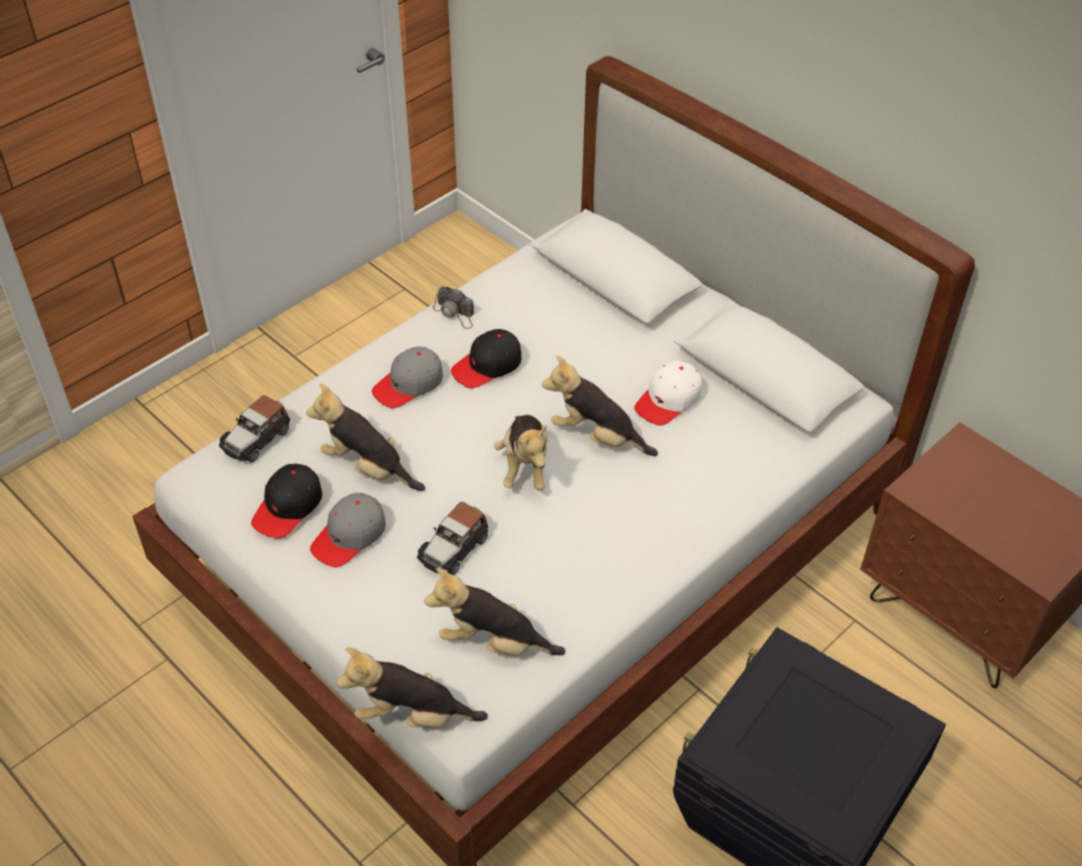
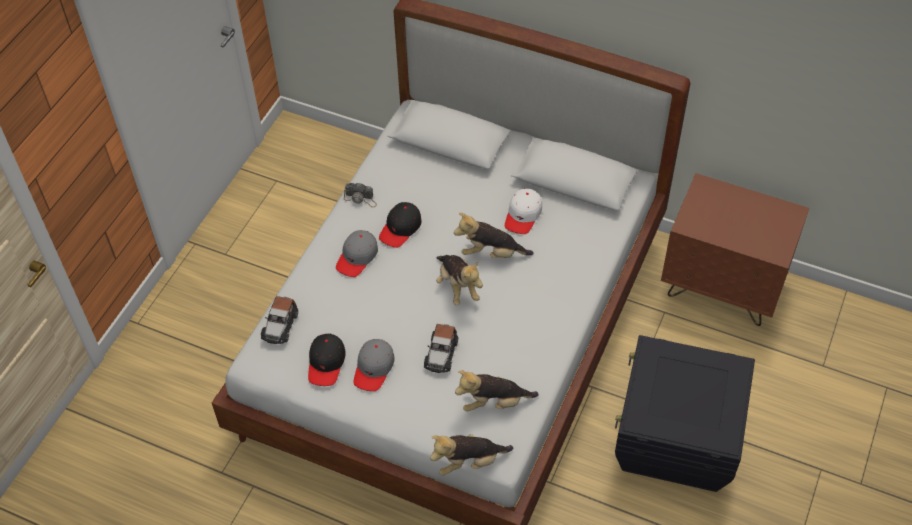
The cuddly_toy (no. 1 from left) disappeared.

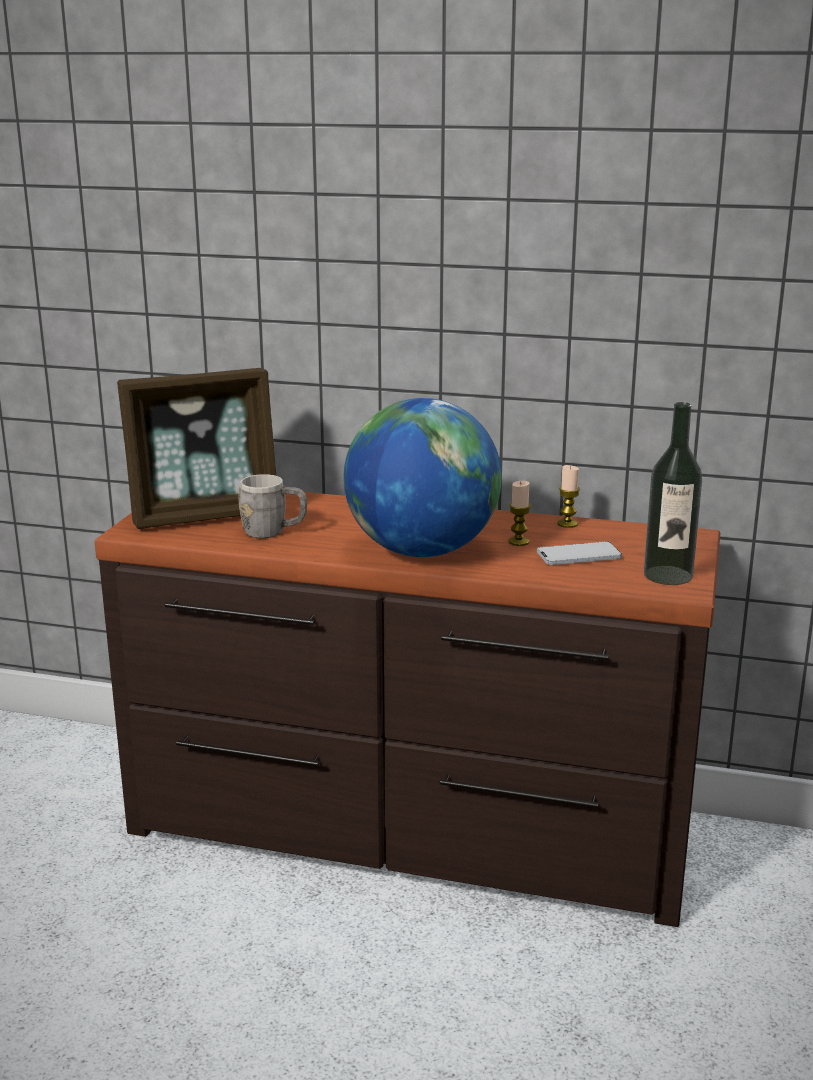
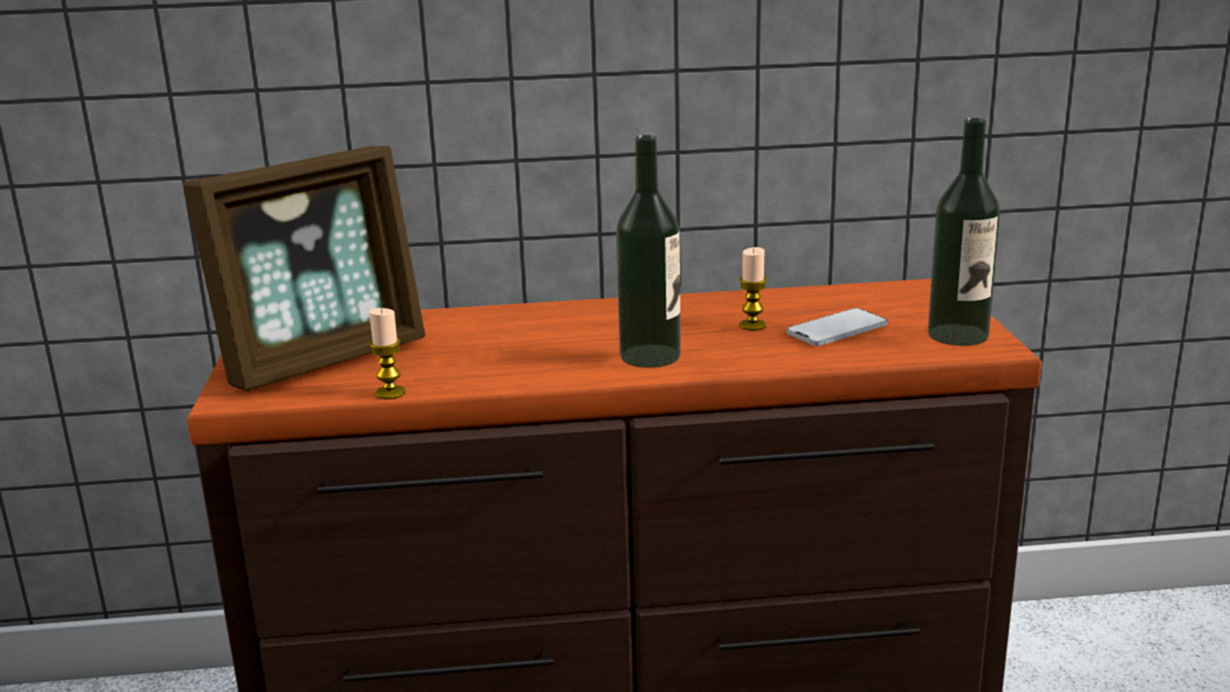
The grey_mug disappeared. The wax_candle (no. 2 from left in the first image) moved. The globe was replaced by the bottle (no. 1 from left).

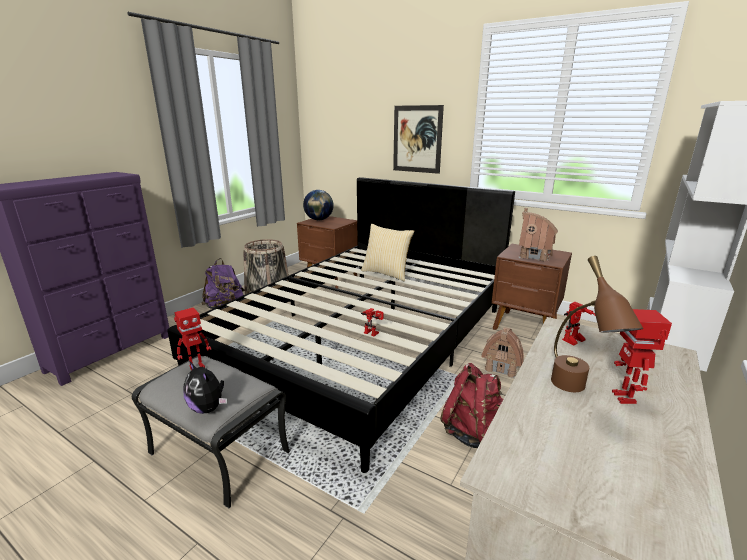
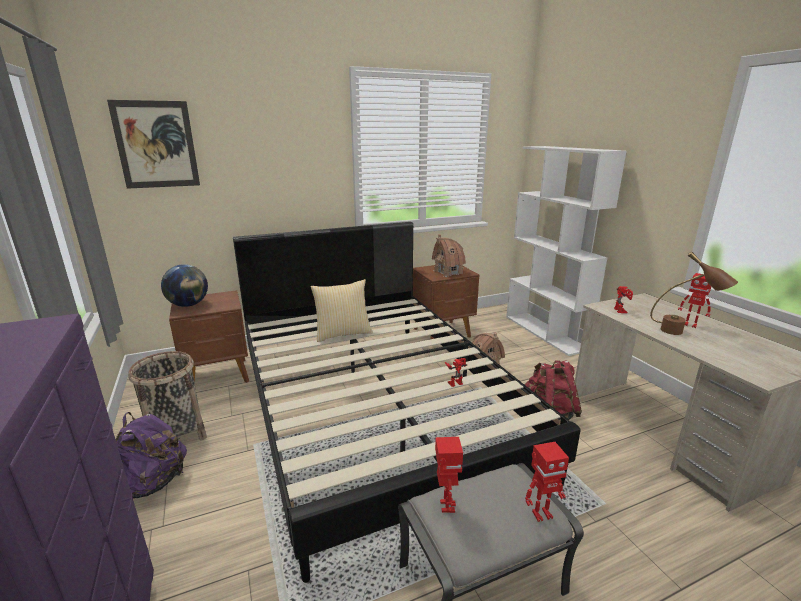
The wall_picture moved. The cuddly_toy was replaced by the robot_figure (no. 3 from left).

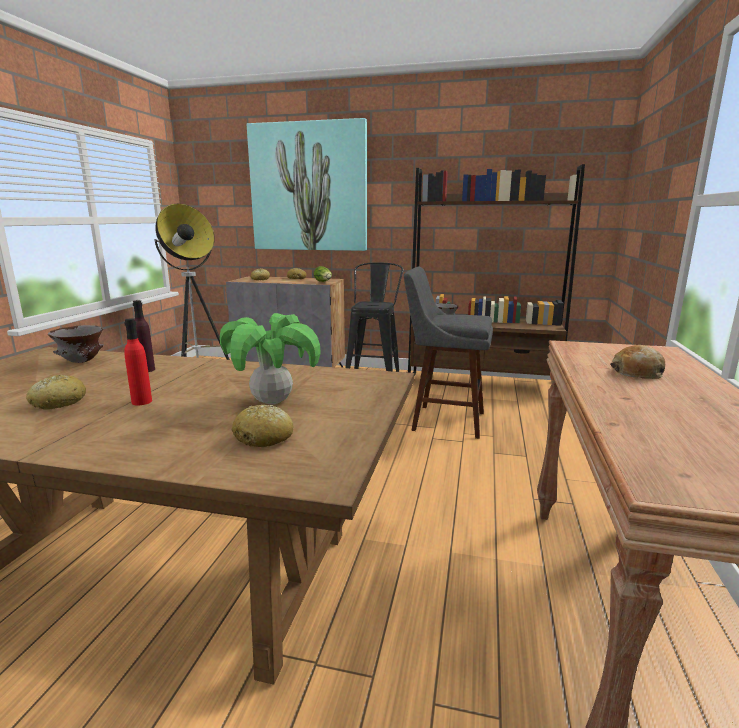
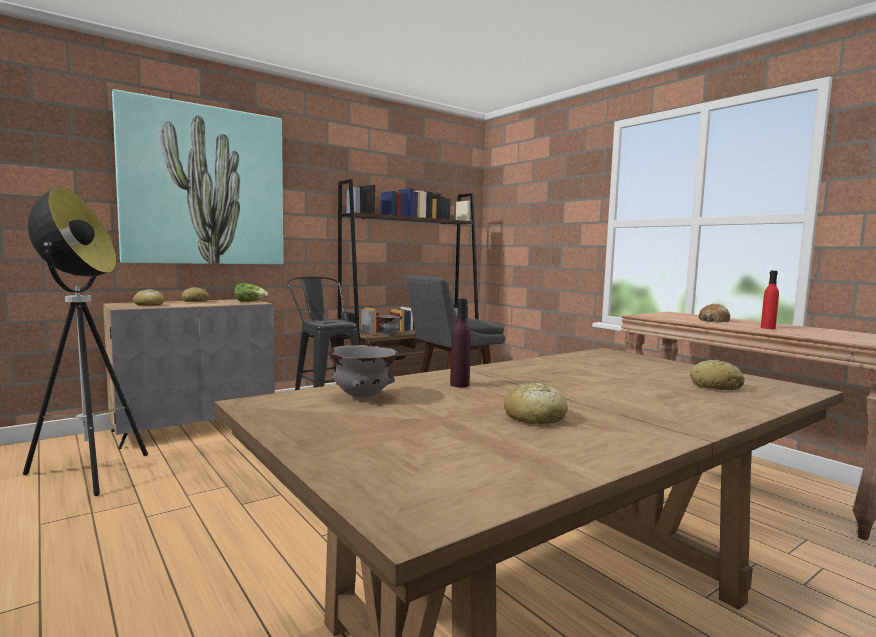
The potted_plant disappeared. The red_bottle moved.

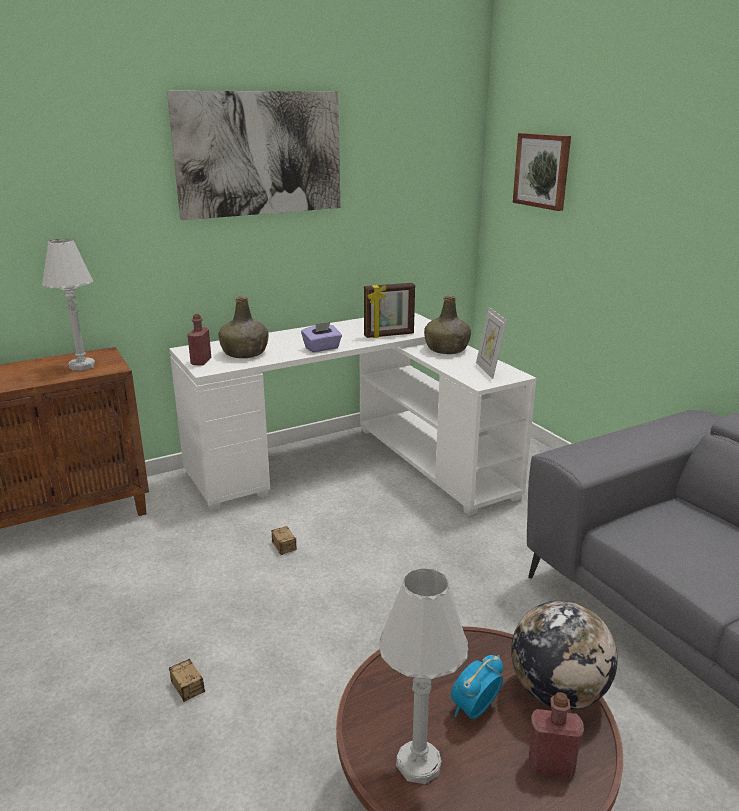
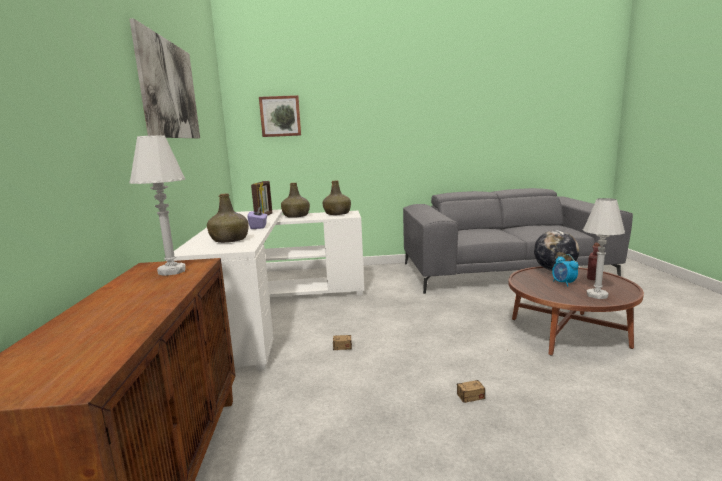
The red_bottle (no. 1 from left) disappeared. The standing_frame (no. 2 from left) was replaced by the greenish_bottle (no. 3 from left).

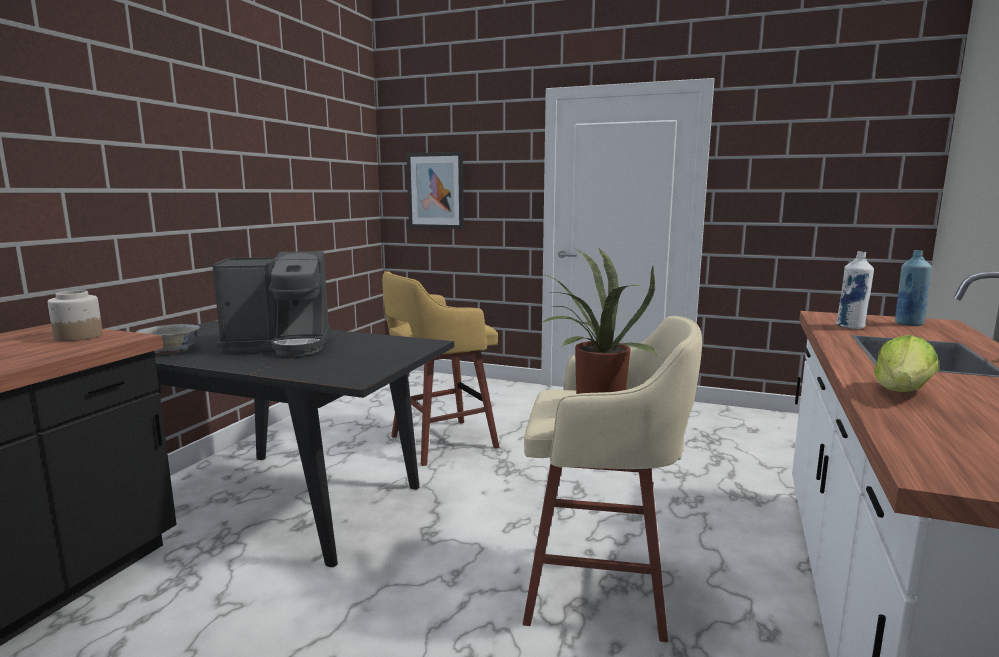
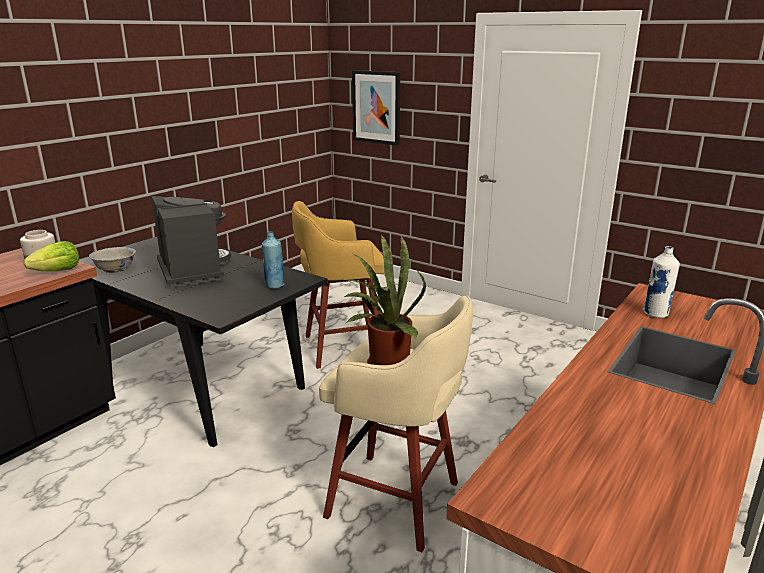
The lettuce moved. The blue_bottle moved. The coffee_machine turned 120 degrees counterclockwise.

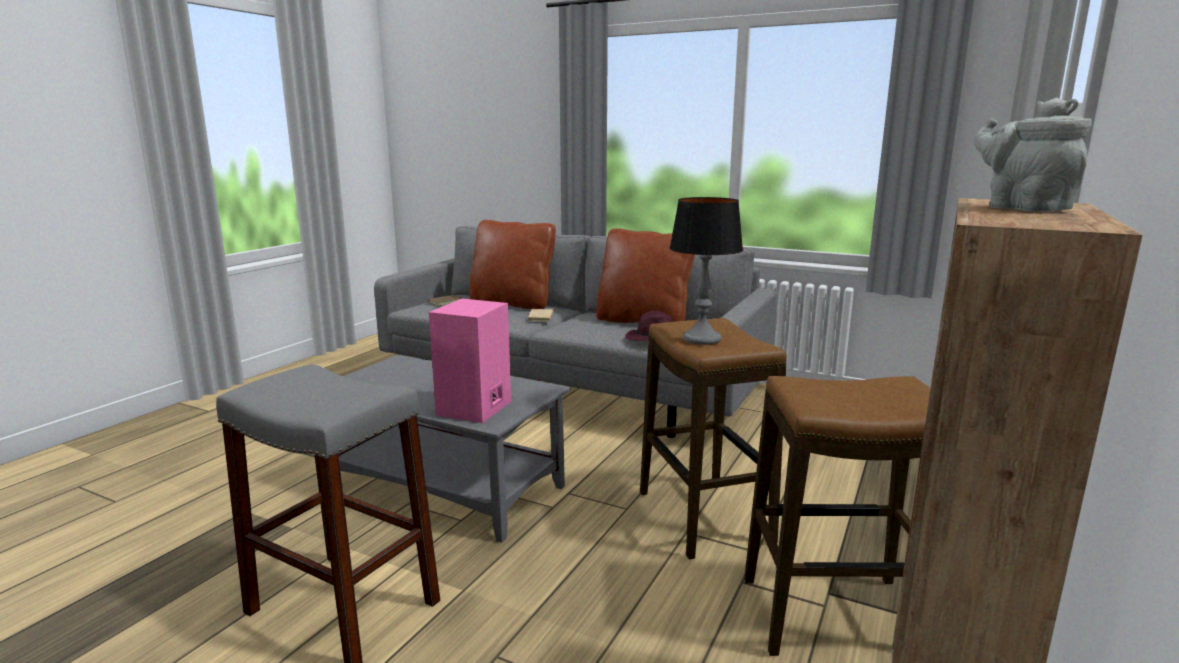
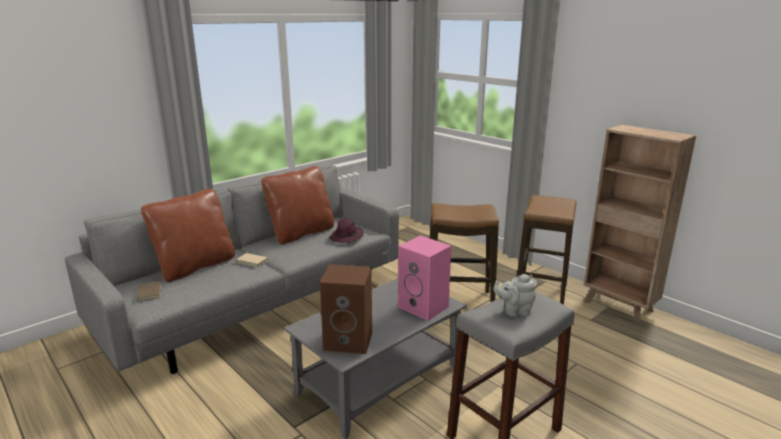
The tabletop_lamp disappeared. The brown-coloured_speaker appeared. The grey_teapot moved.

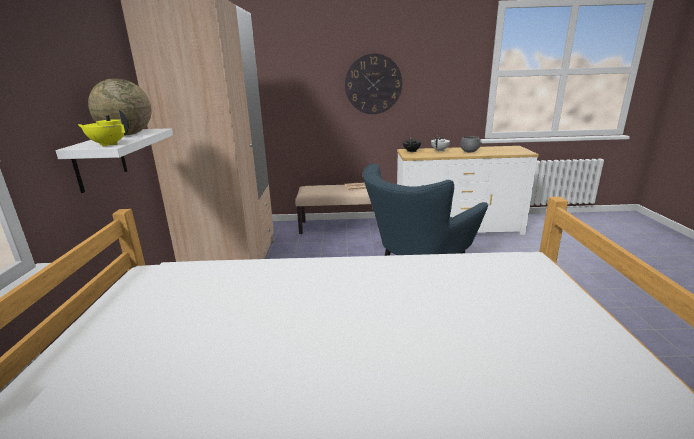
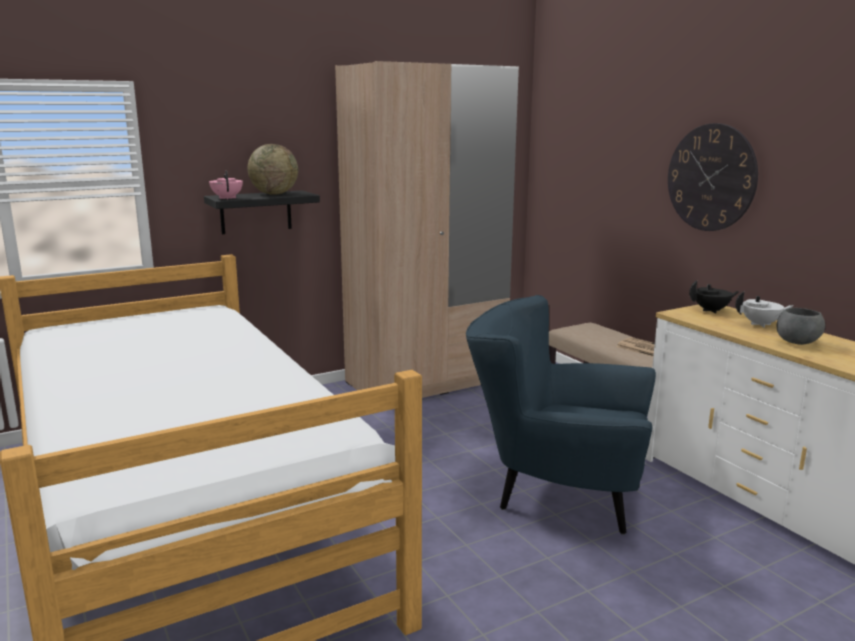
The whitish_shelf became the blackish_shelf. The yellowish_teapot became the pink-coloured_teapot.

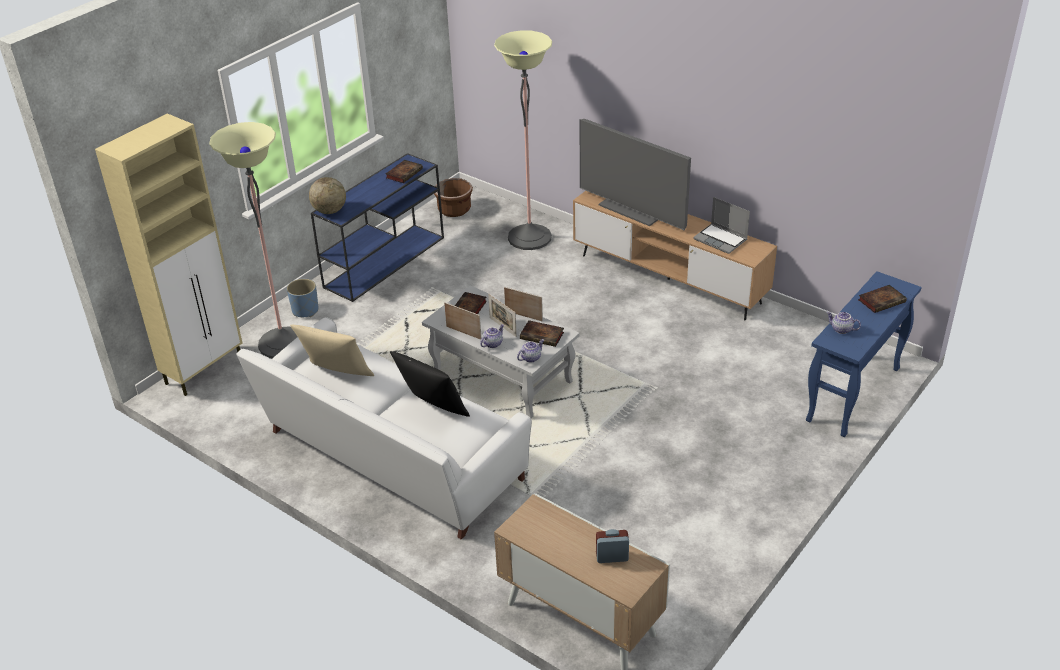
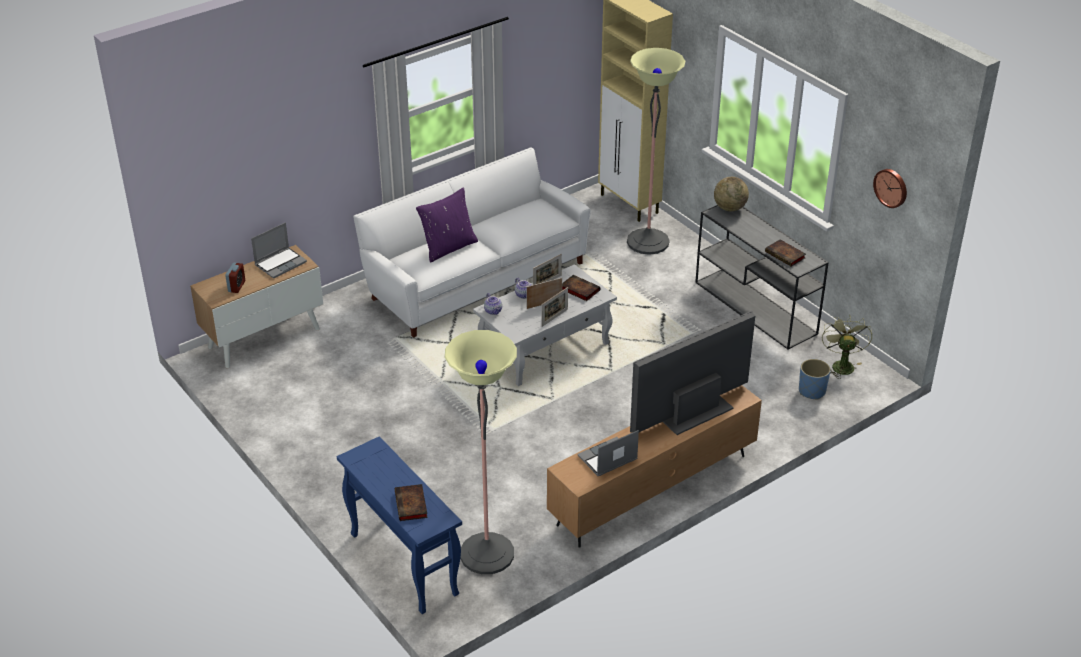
The sand-coloured_throw_pillow disappeared. The volume (no. 3 from left) disappeared. The teapot (no. 3 from left) disappeared. The portable_computer (no. 1 from left) appeared. The clock_on_the_wall appeared. The blue_plant_pot moved. The standard_lamp (no. 2 from left in the first image) moved. The brown-coloured_plant_pot was replaced by the greenish_fan. The blue_console_table (no. 1 from left) became the grey_console_table. The blackish_throw_pillow became the purple_throw_pillow.

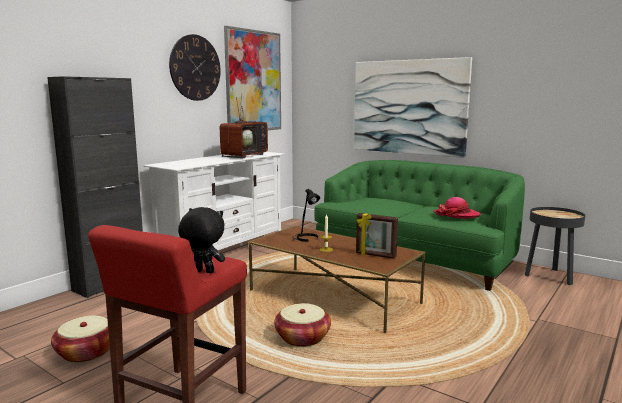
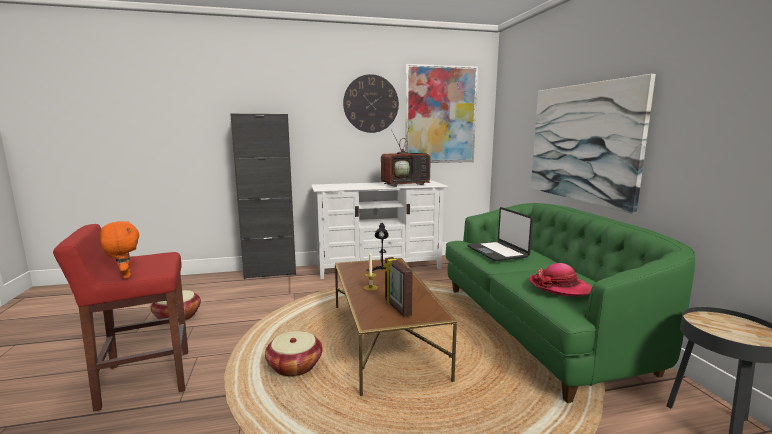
The portable_computer appeared. The blackish_cuddly_toy became the orangey_cuddly_toy.

